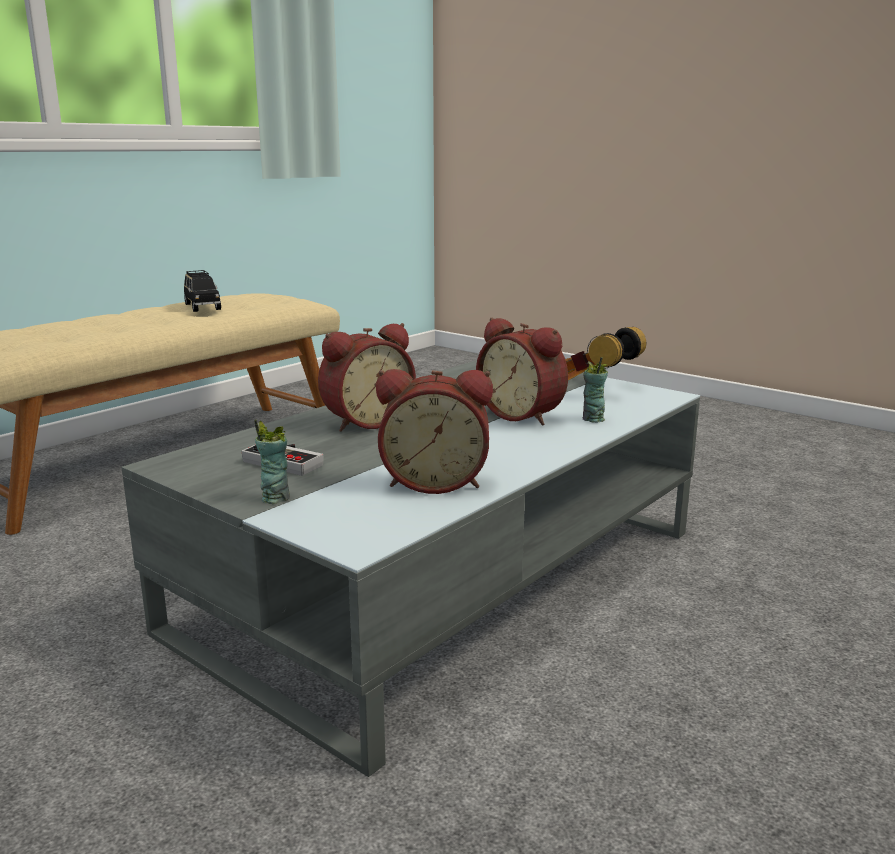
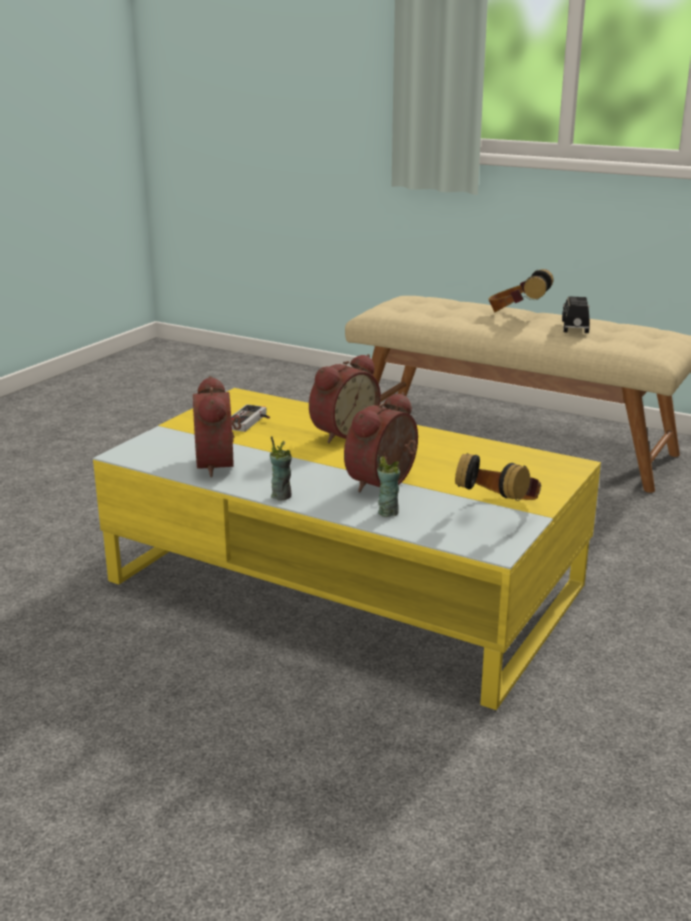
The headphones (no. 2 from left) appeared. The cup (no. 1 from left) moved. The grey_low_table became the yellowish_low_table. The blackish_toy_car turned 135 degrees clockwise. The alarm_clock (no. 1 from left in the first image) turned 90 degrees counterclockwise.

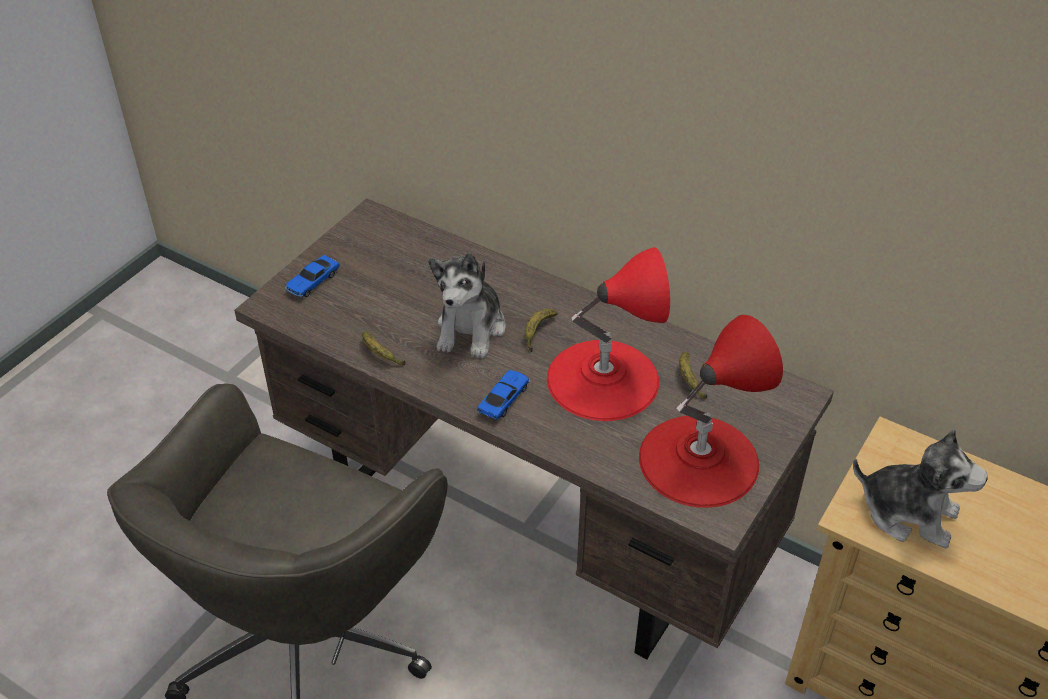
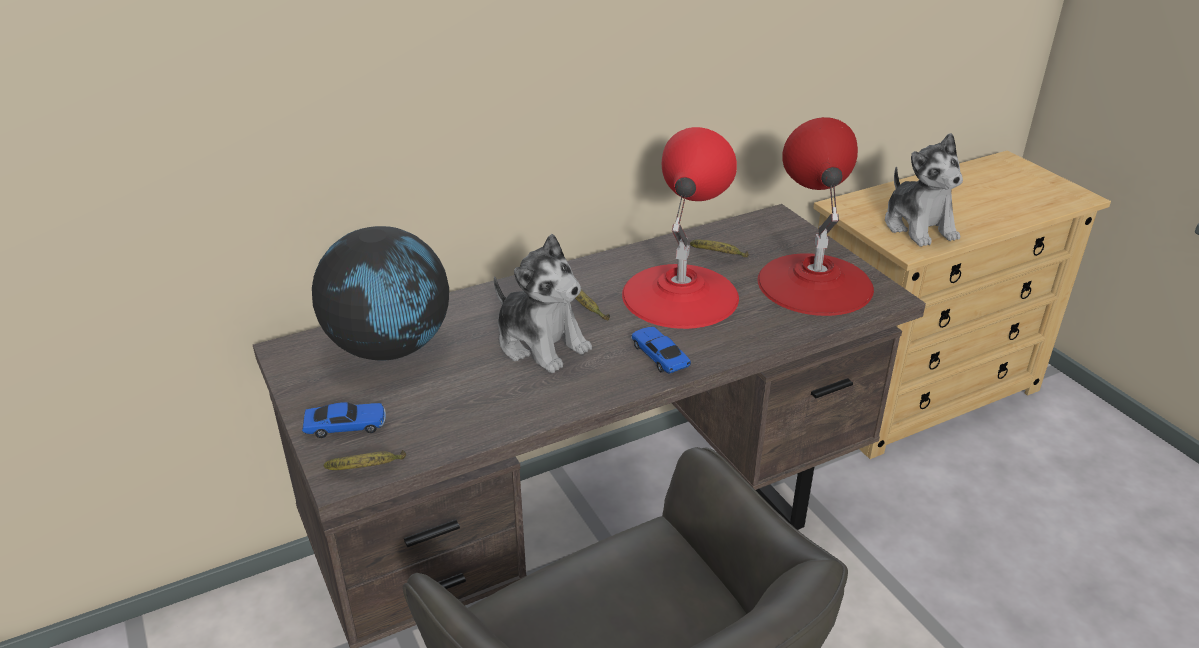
The globe appeared. The banana (no. 1 from left) moved. The toy_car (no. 1 from left) turned 75 degrees counterclockwise. The cuddly_toy (no. 2 from left) turned 105 degrees clockwise.

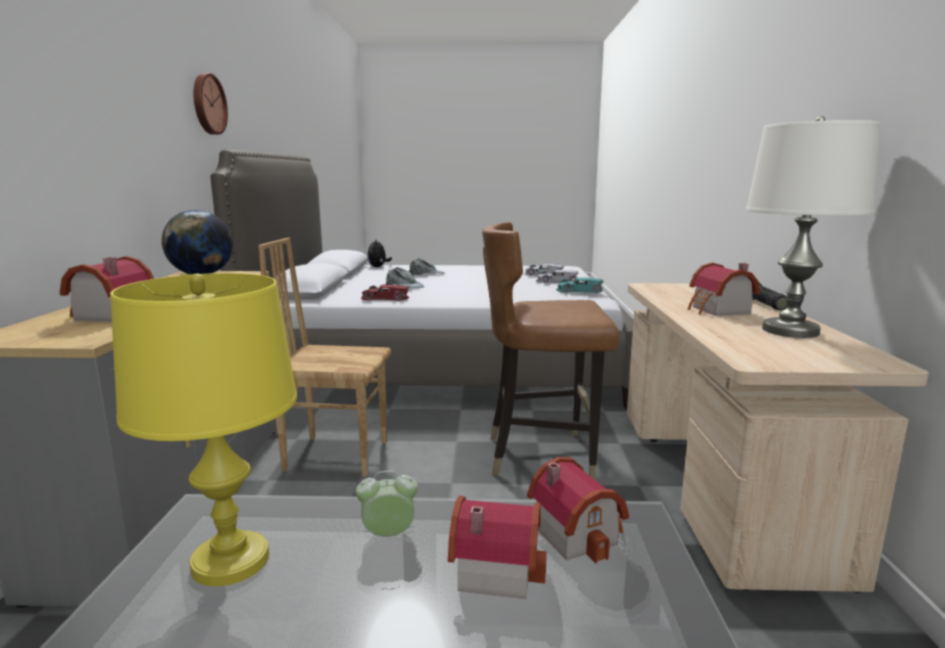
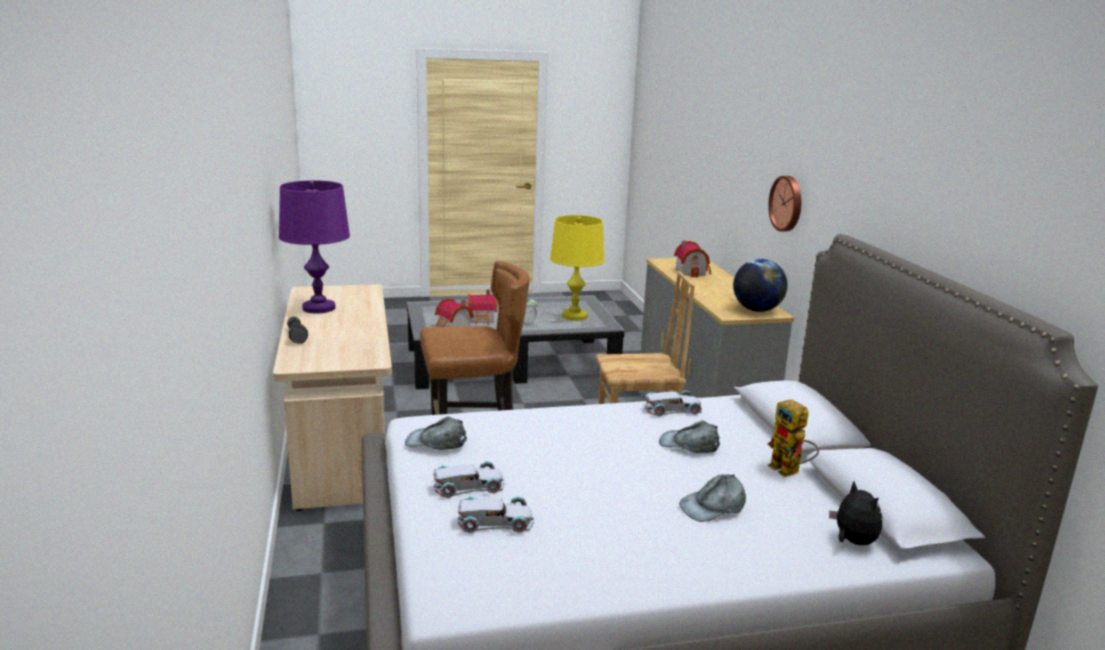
The toy_house (no. 4 from left) disappeared. The robot_figure appeared. The clock_on_the_wall moved. The blue-green_toy_car was replaced by the grey_peaked_cap (no. 1 from left). The red_toy_car became the whitish_toy_car (no. 3 from left). The whitish_tabletop_lamp became the purple_tabletop_lamp.

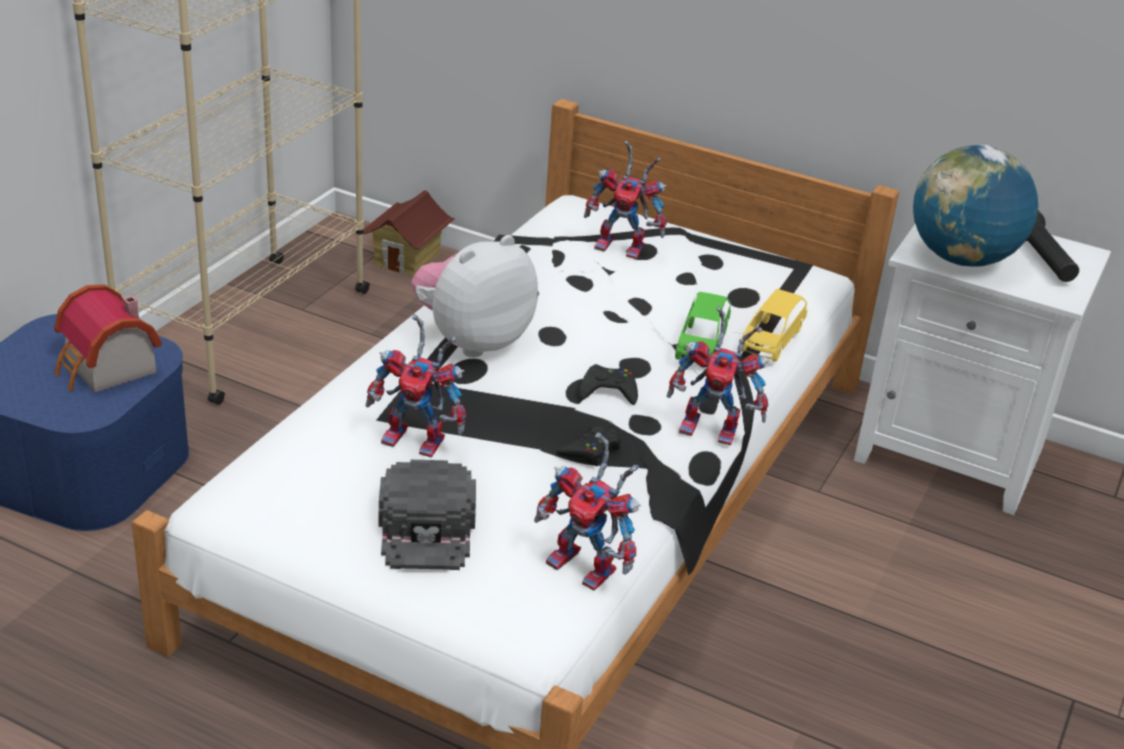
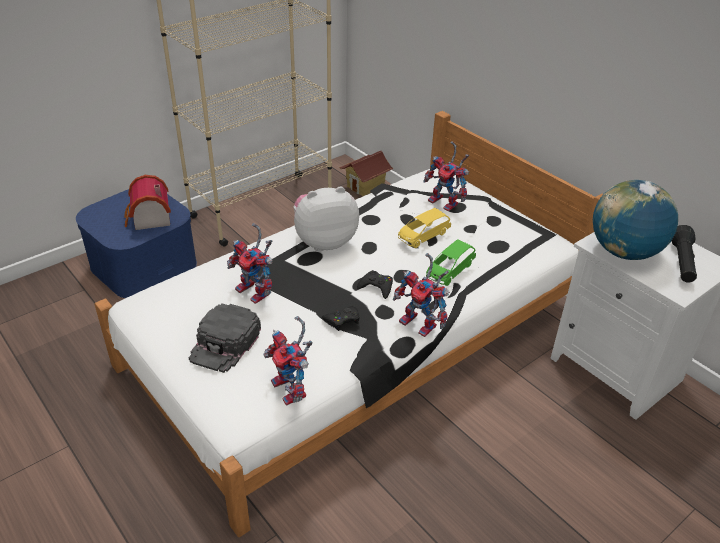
The yellowish_toy_car moved.

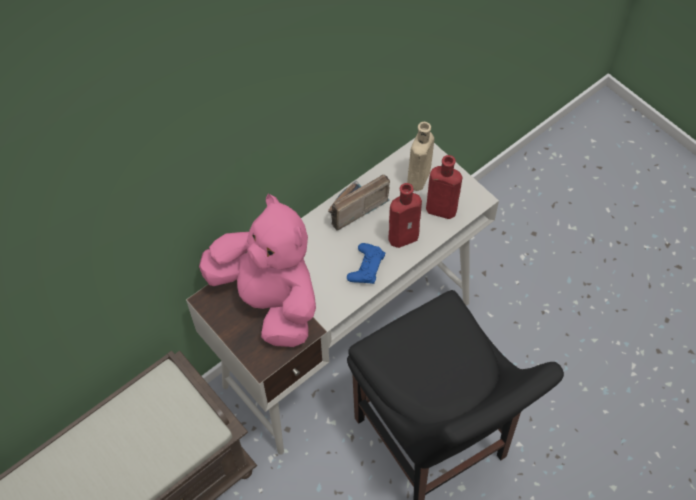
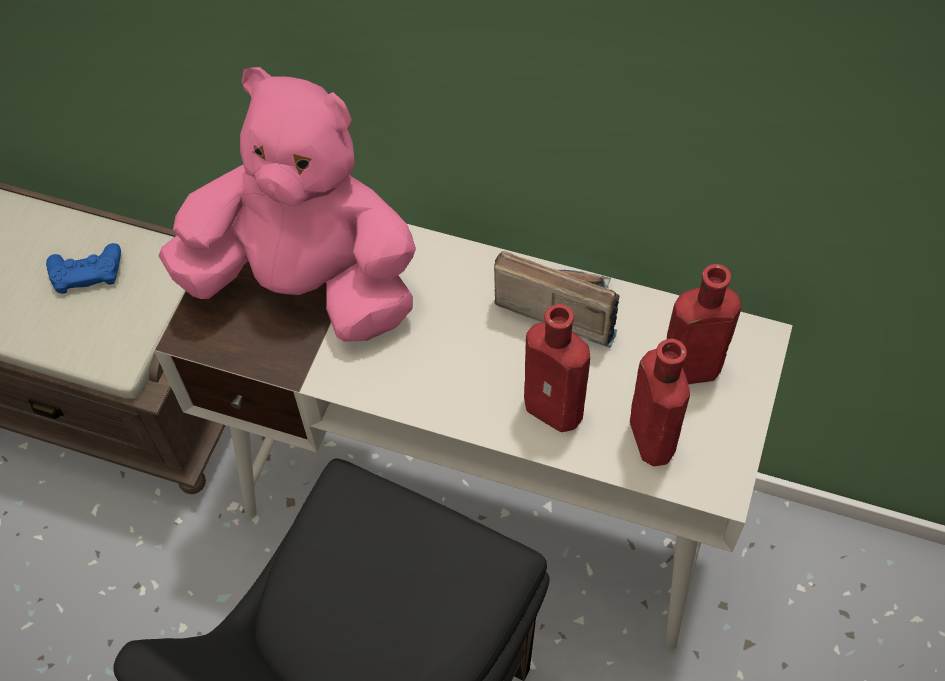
The blue_game_controller moved. The sand-coloured_bottle became the red_bottle (no. 3 from left). The pink-coloured_cuddly_toy turned 90 degrees counterclockwise.

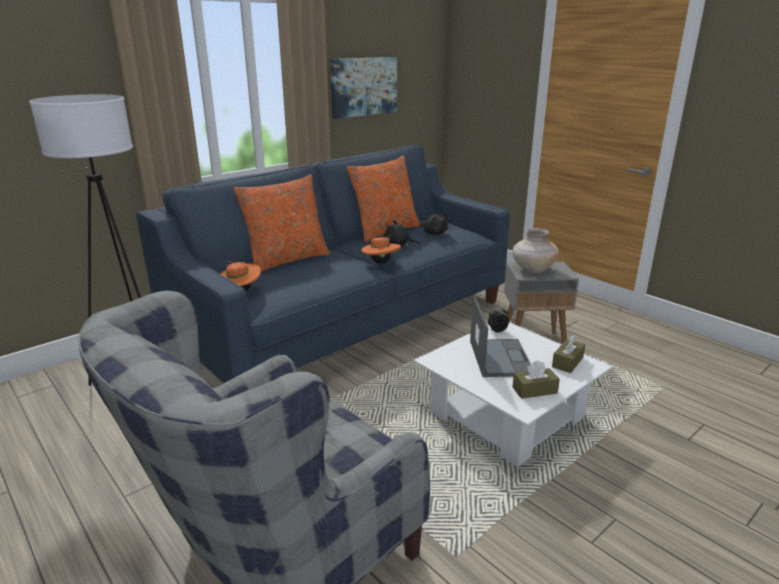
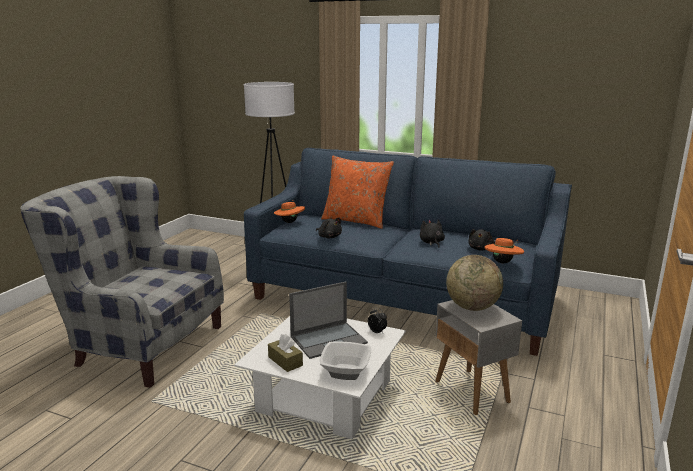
The wall_picture disappeared. The orangey_throw_pillow (no. 2 from left) disappeared. The blackish_cuddly_toy (no. 1 from left) appeared. The orangey_wearable_hat (no. 2 from left) moved. The sand-coloured_flower_vase was replaced by the globe. The brown-coloured_box_of_tissues (no. 2 from left) was replaced by the deep_dish.

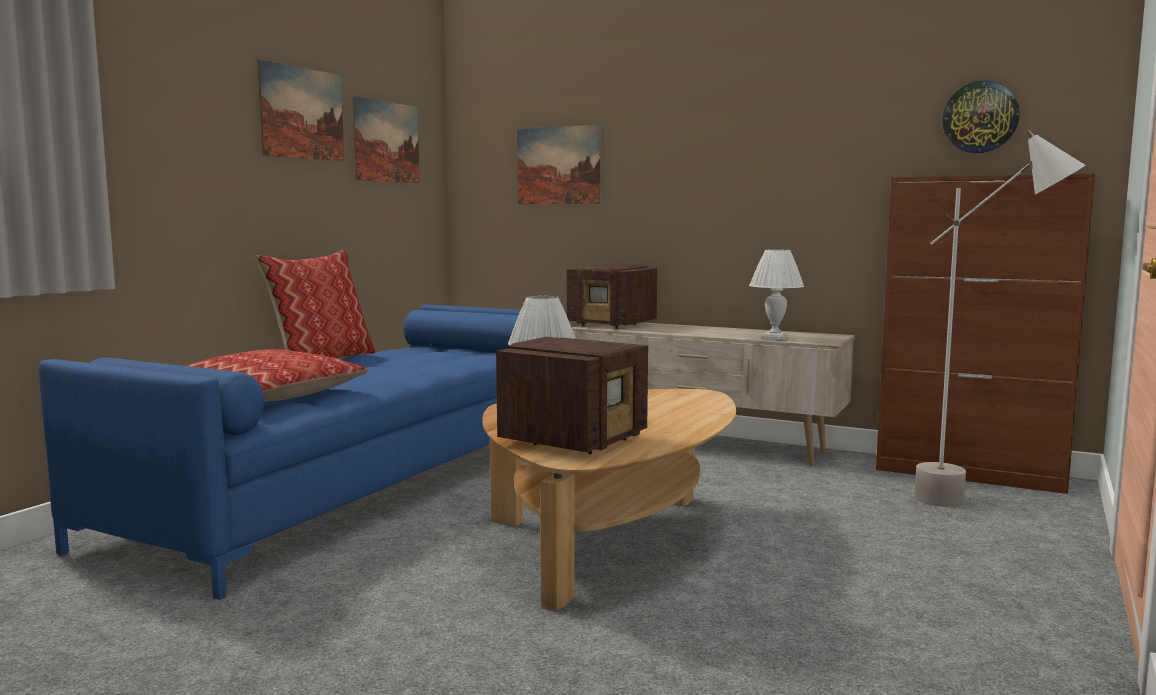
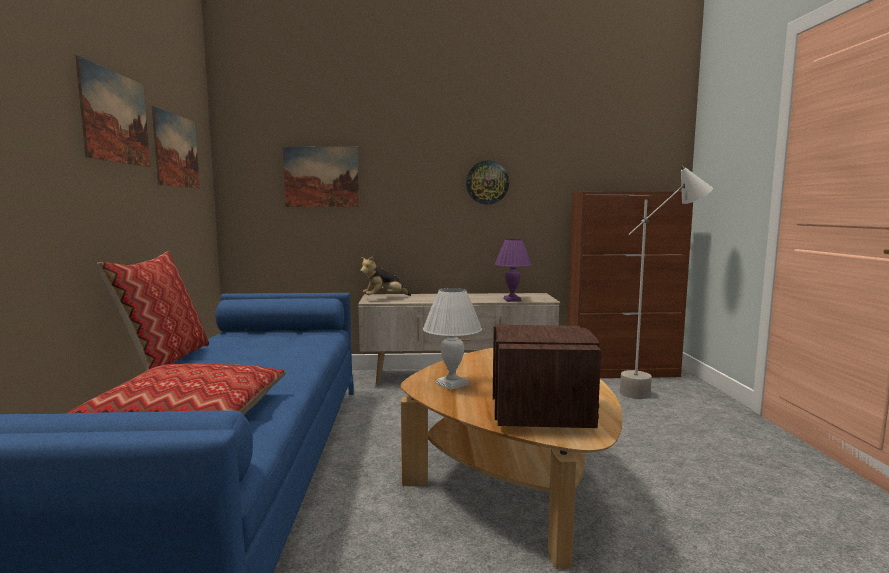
The clock_on_the_wall moved. The radio_set (no. 2 from left) was replaced by the cuddly_toy. The whitish_tabletop_lamp (no. 2 from left) became the purple_tabletop_lamp.

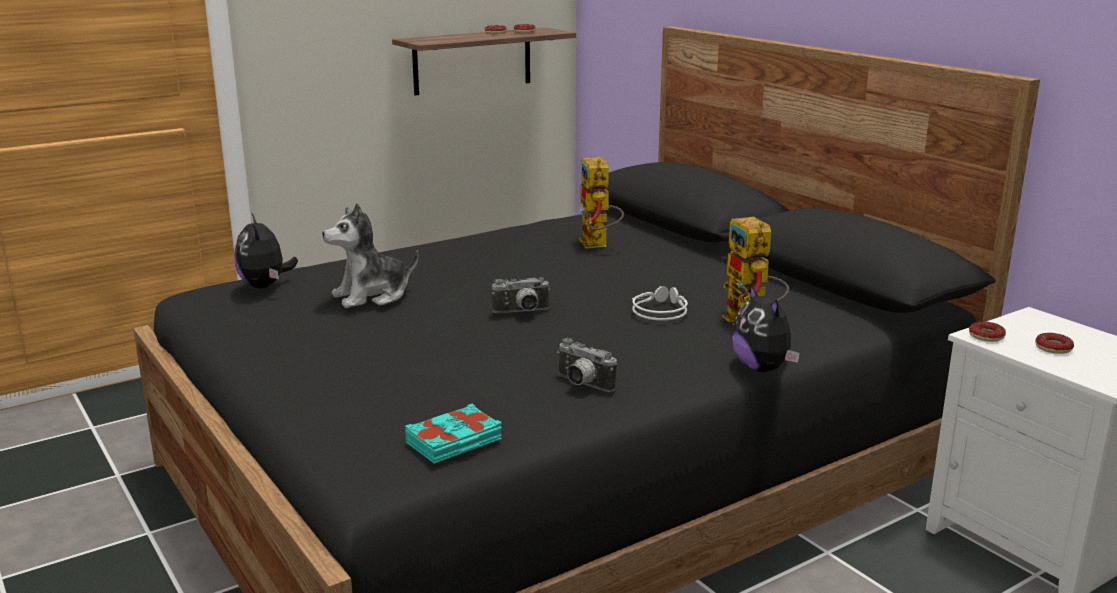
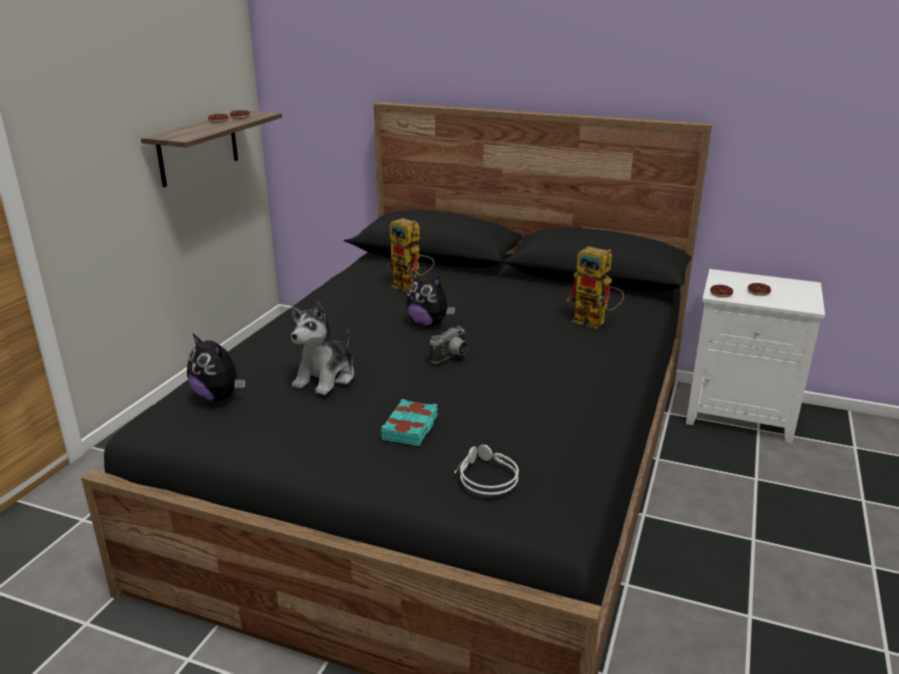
The still_camera (no. 2 from left) disappeared. The blue-green_volume moved. The grey_headphones moved. The cuddly_toy (no. 3 from left) moved.

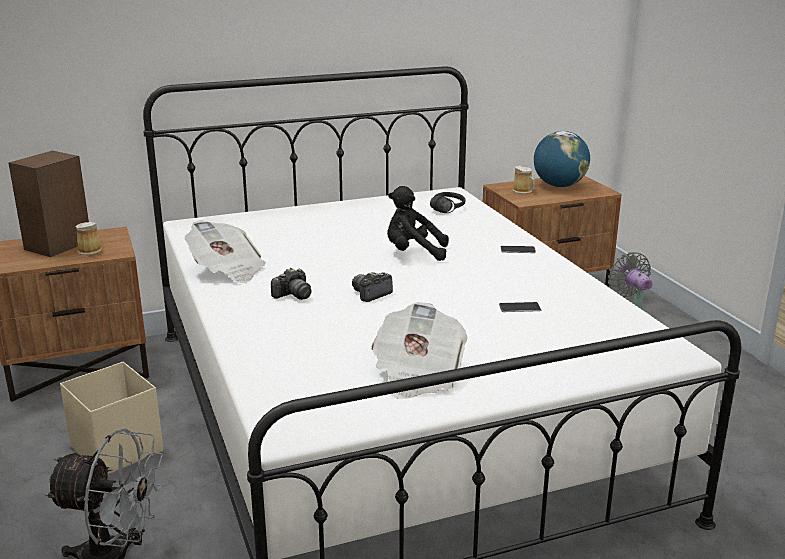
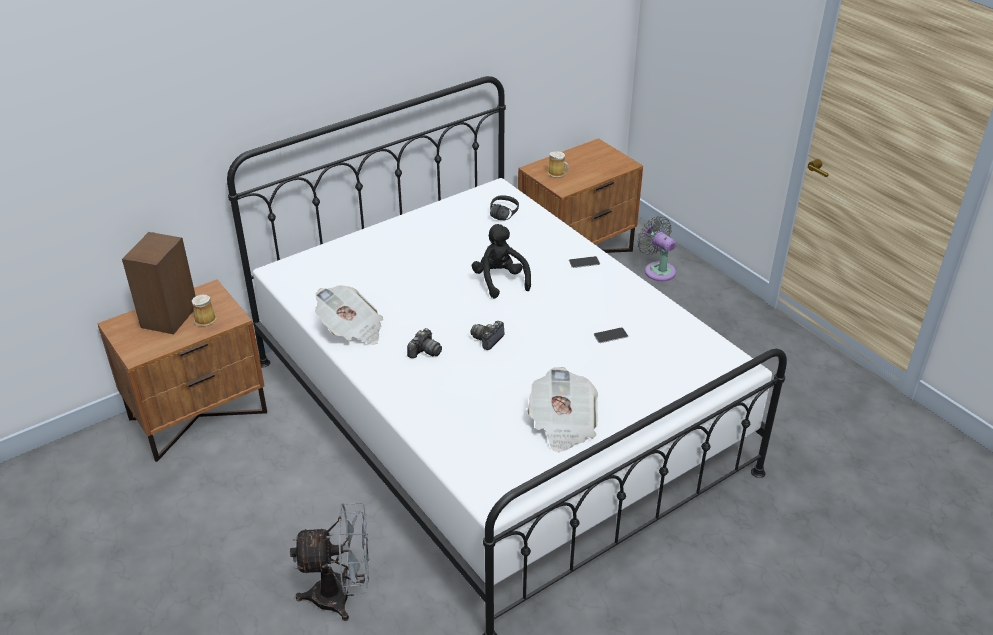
The sand-coloured_storage_bin disappeared. The globe disappeared. The blackish_cuddly_toy turned 75 degrees clockwise.

